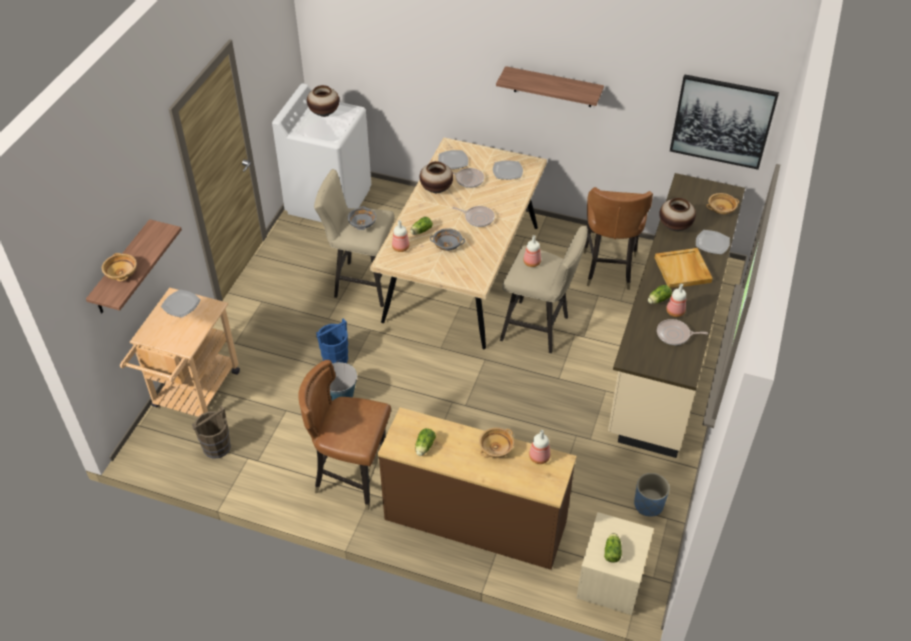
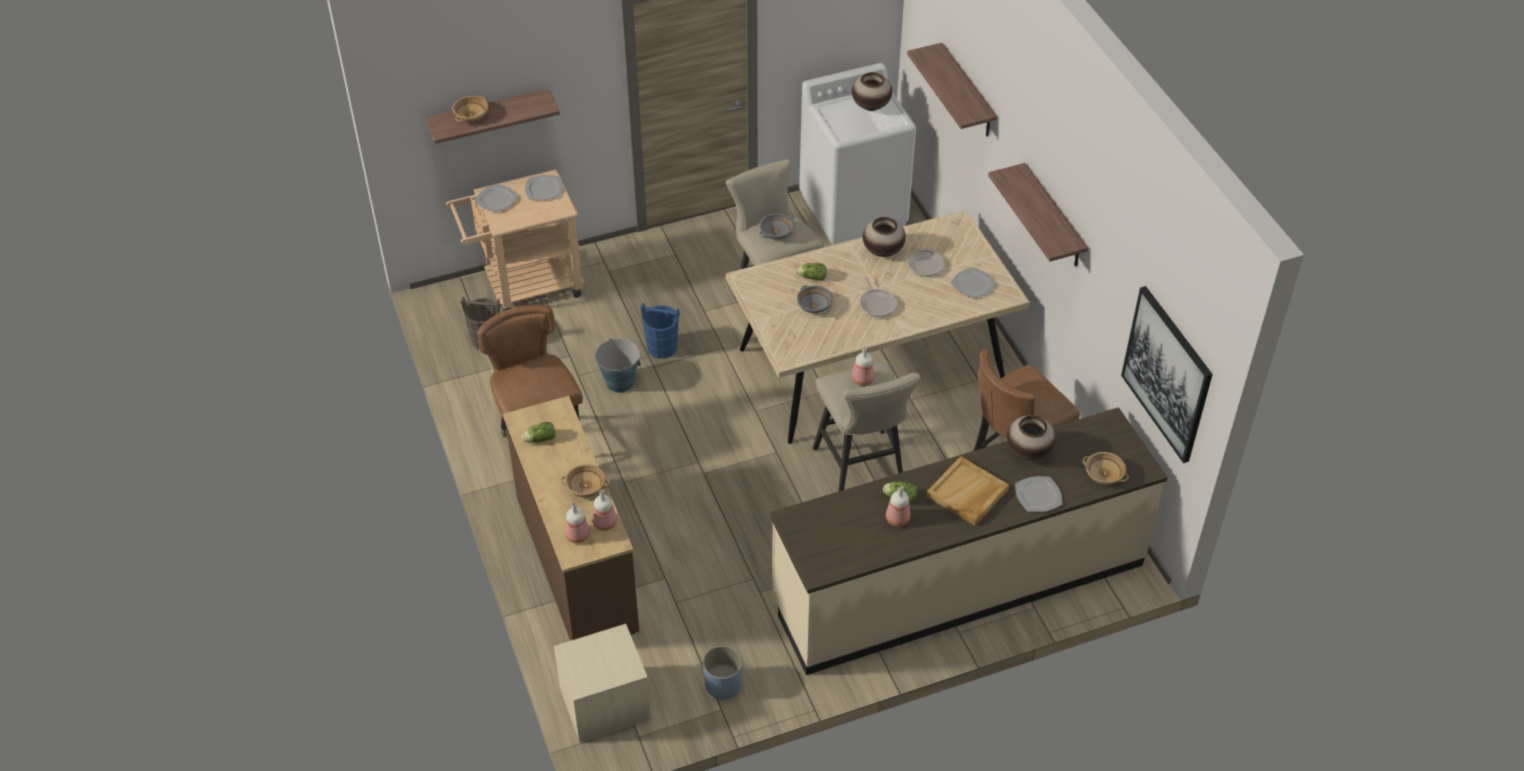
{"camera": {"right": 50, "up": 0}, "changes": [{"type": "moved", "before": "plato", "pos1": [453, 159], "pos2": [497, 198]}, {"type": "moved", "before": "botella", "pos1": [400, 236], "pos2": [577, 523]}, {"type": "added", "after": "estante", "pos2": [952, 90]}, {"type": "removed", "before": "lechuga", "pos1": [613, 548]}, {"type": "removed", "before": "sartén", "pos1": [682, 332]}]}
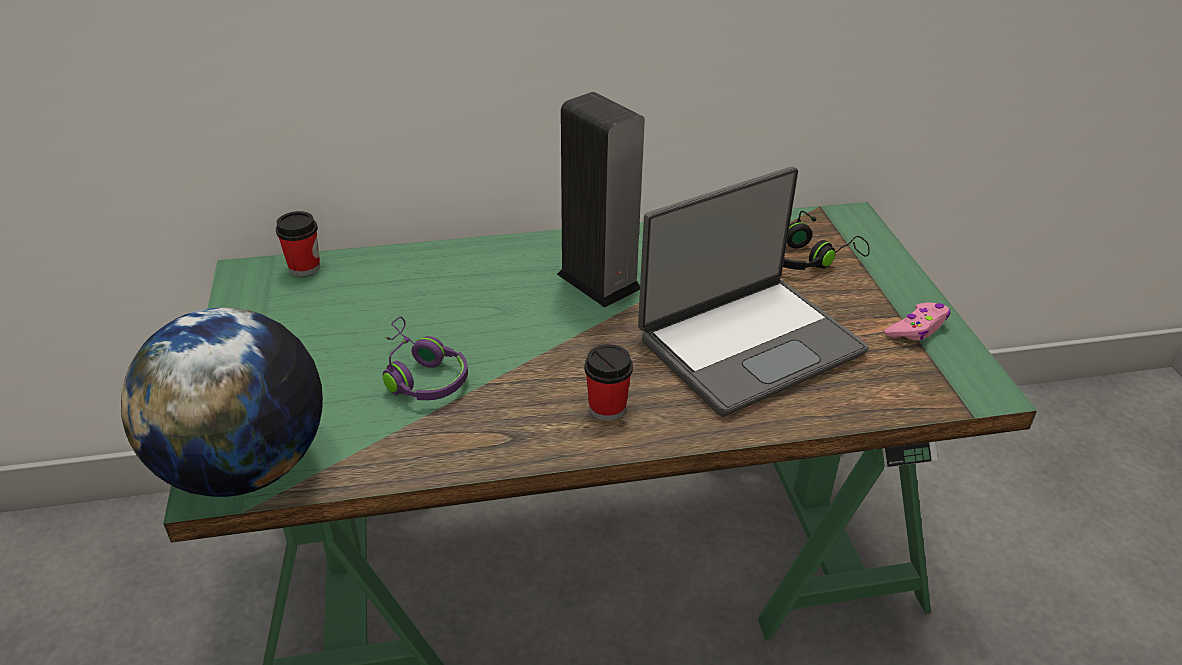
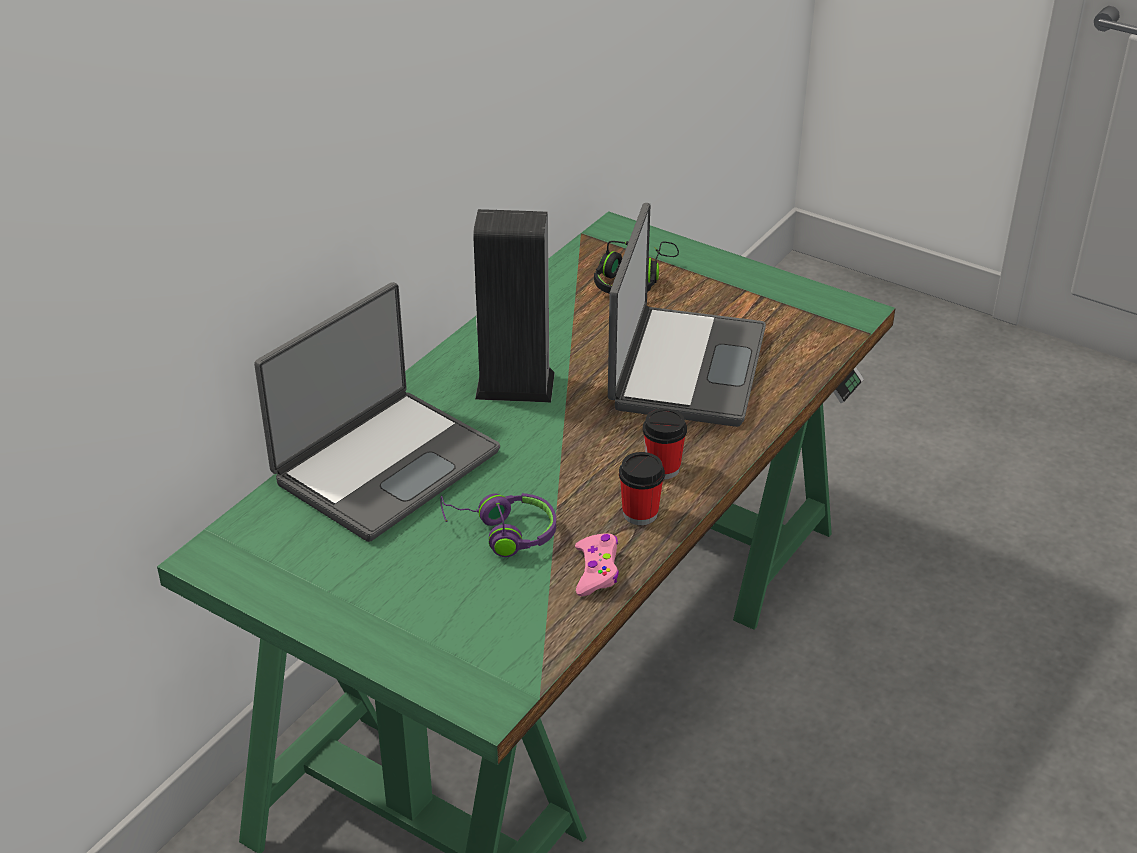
{"camera": {"right": -45, "up": 0}, "changes": [{"type": "added", "after": "portátil", "pos2": [377, 412]}, {"type": "moved", "before": "mando de consola (rosa)", "pos1": [917, 321], "pos2": [597, 564]}, {"type": "moved", "before": "taza", "pos1": [298, 243], "pos2": [642, 488]}, {"type": "removed", "before": "globo terráqueo", "pos1": [222, 402]}]}
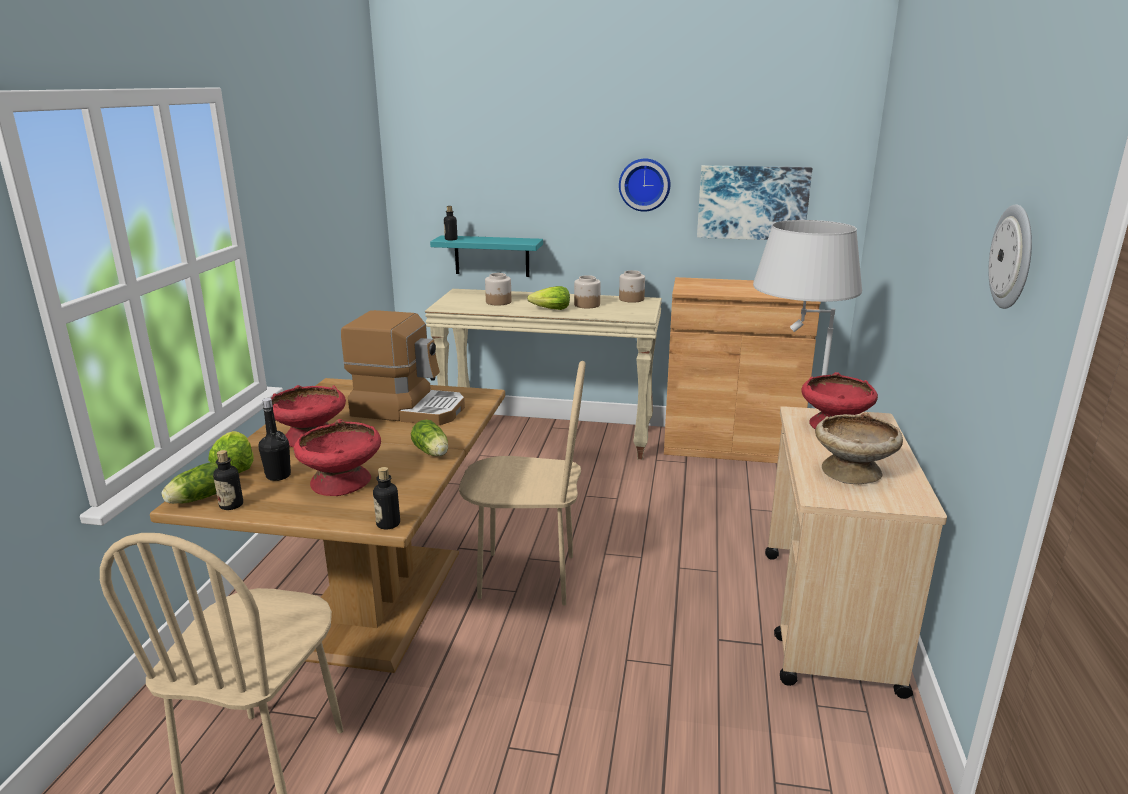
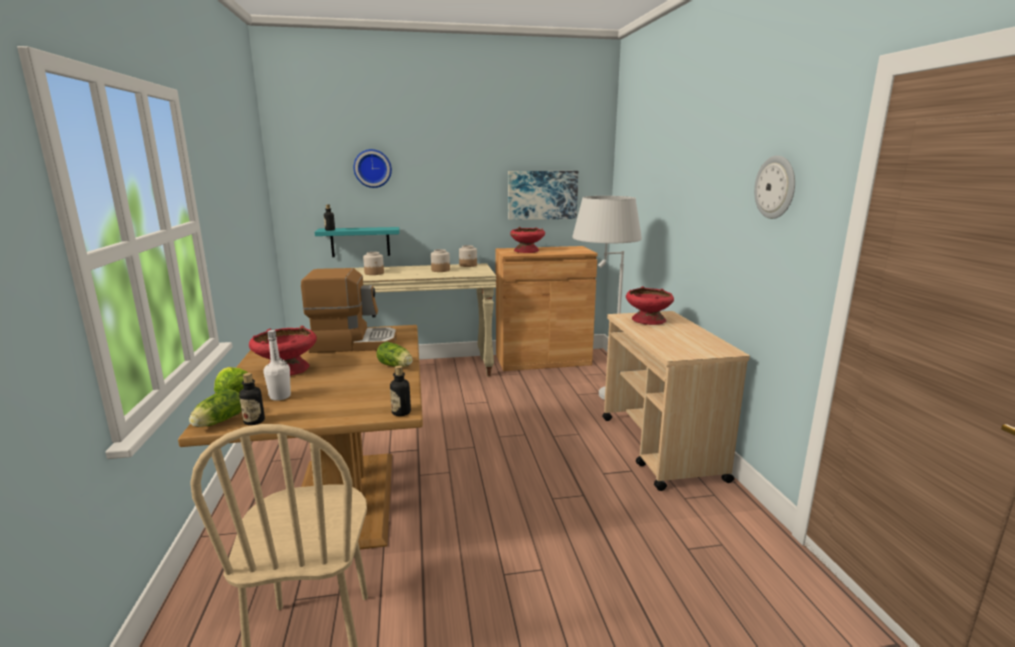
{"camera": {"right": -20, "up": -5}, "changes": [{"type": "recoloured", "before": "botella (negro)", "after": "botella (blanco)", "pos1": [275, 439], "pos2": [277, 365]}, {"type": "moved", "before": "reloj de pared", "pos1": [644, 185], "pos2": [372, 168]}, {"type": "moved", "before": "cuenco (rojo)", "pos1": [337, 457], "pos2": [527, 240]}, {"type": "removed", "before": "silla (beis)", "pos1": [522, 483]}, {"type": "removed", "before": "lechuga", "pos1": [548, 298]}, {"type": "removed", "before": "cuenco (beis)", "pos1": [859, 448]}]}
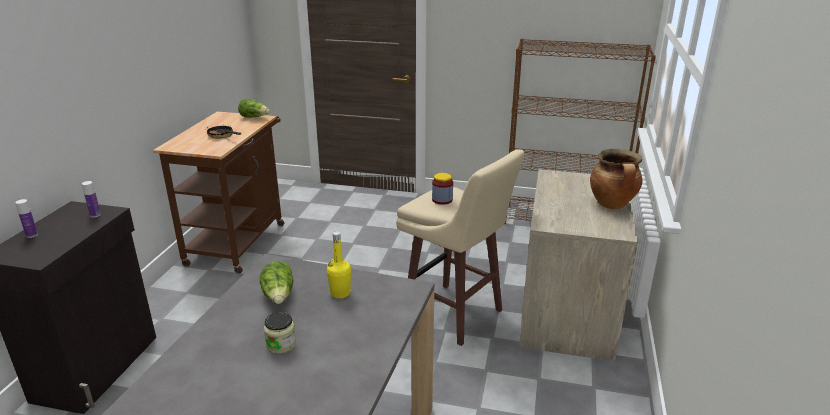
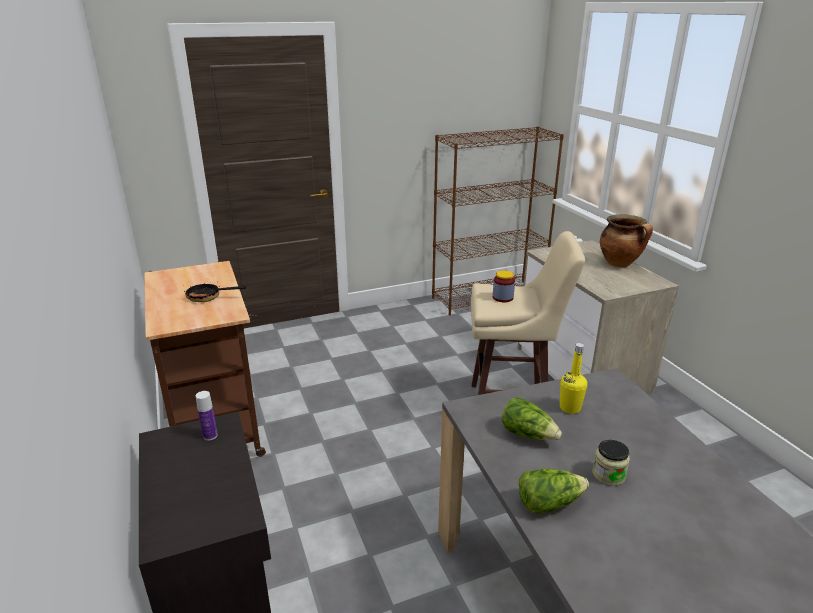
{"camera": {"right": -35, "up": 0}, "changes": [{"type": "moved", "before": "lechuga", "pos1": [254, 108], "pos2": [554, 490]}, {"type": "removed", "before": "botella", "pos1": [26, 218]}]}
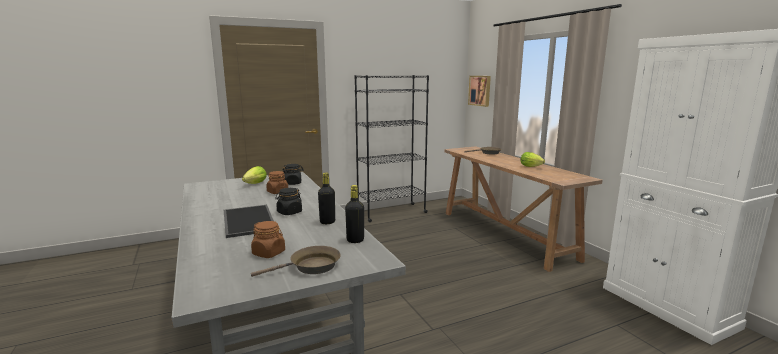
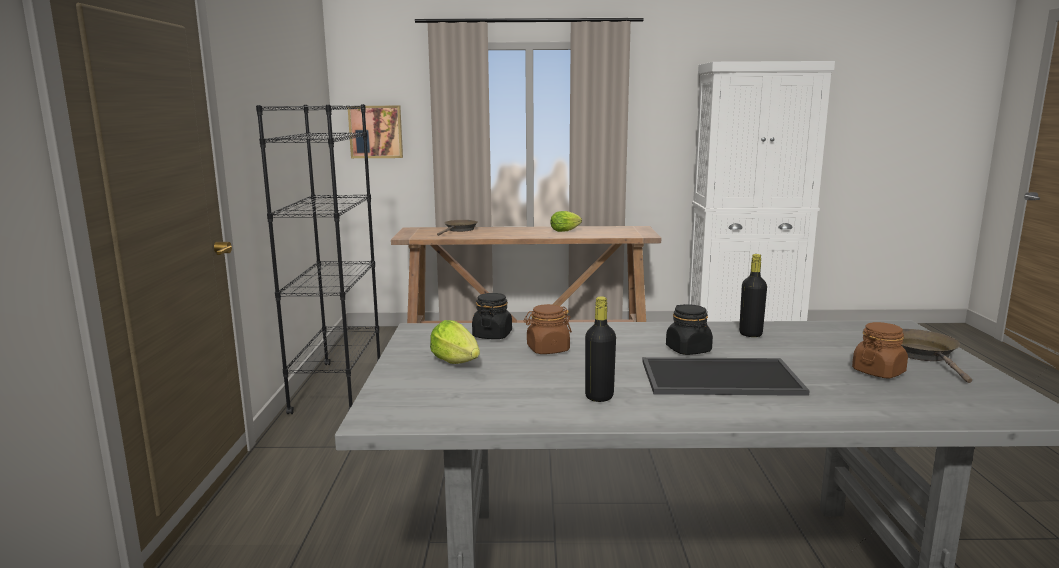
{"camera": {"right": -65, "up": 0}, "changes": [{"type": "moved", "before": "botella (negro)", "pos1": [354, 214], "pos2": [600, 349]}]}
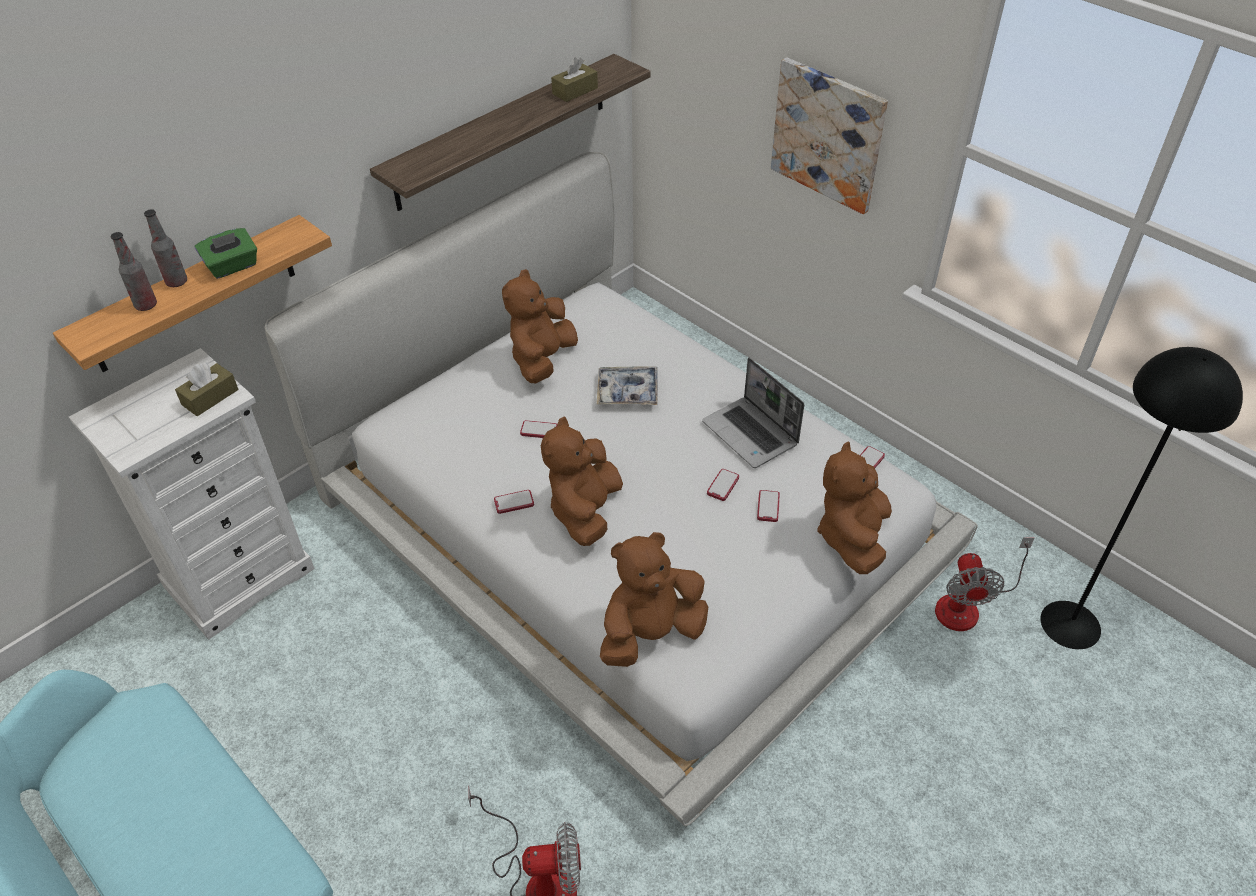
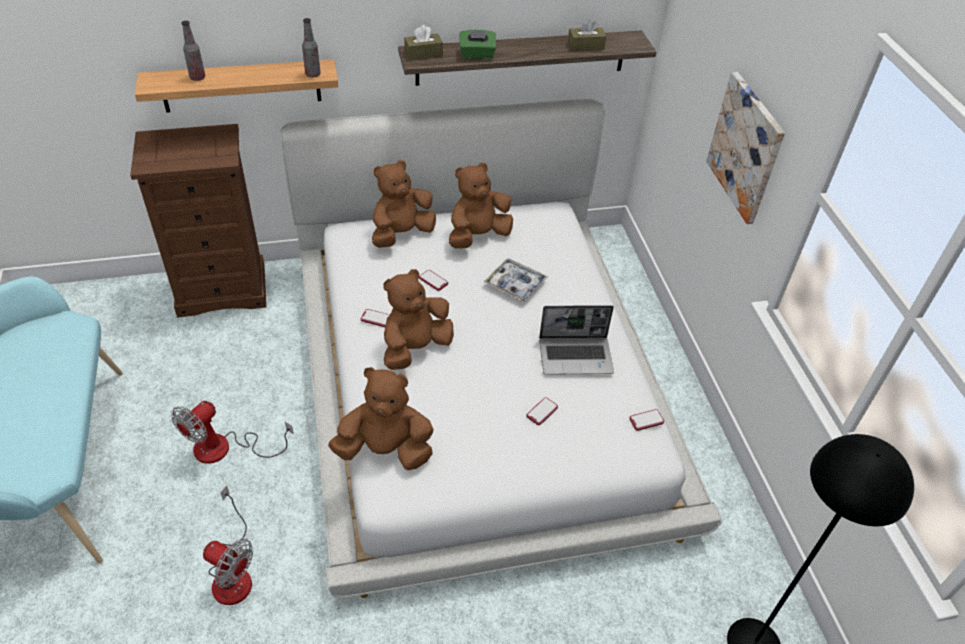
{"camera": {"right": 30, "up": 0}, "changes": [{"type": "recoloured", "before": "cómoda (blanco)", "after": "cómoda (marrón)", "pos1": [191, 494], "pos2": [198, 221]}, {"type": "moved", "before": "ventilador", "pos1": [984, 584], "pos2": [232, 432]}, {"type": "moved", "before": "botella", "pos1": [165, 248], "pos2": [311, 48]}, {"type": "moved", "before": "peluche (marrón)", "pos1": [854, 507], "pos2": [404, 204]}, {"type": "moved", "before": "caja de pañuelos (marrón)", "pos1": [206, 389], "pos2": [423, 42]}, {"type": "moved", "before": "caja de pañuelos (verde)", "pos1": [225, 253], "pos2": [477, 44]}, {"type": "turned", "before": "portátil", "pos1": [753, 413], "pos2": [576, 340], "turn": -90}, {"type": "removed", "before": "móvil", "pos1": [723, 485]}]}
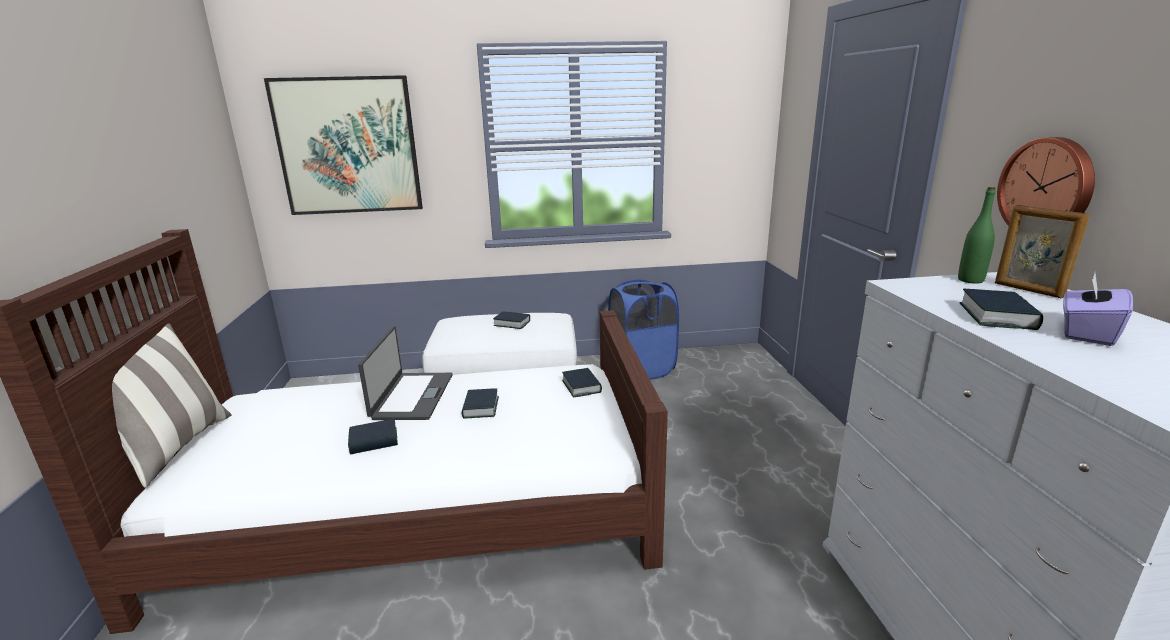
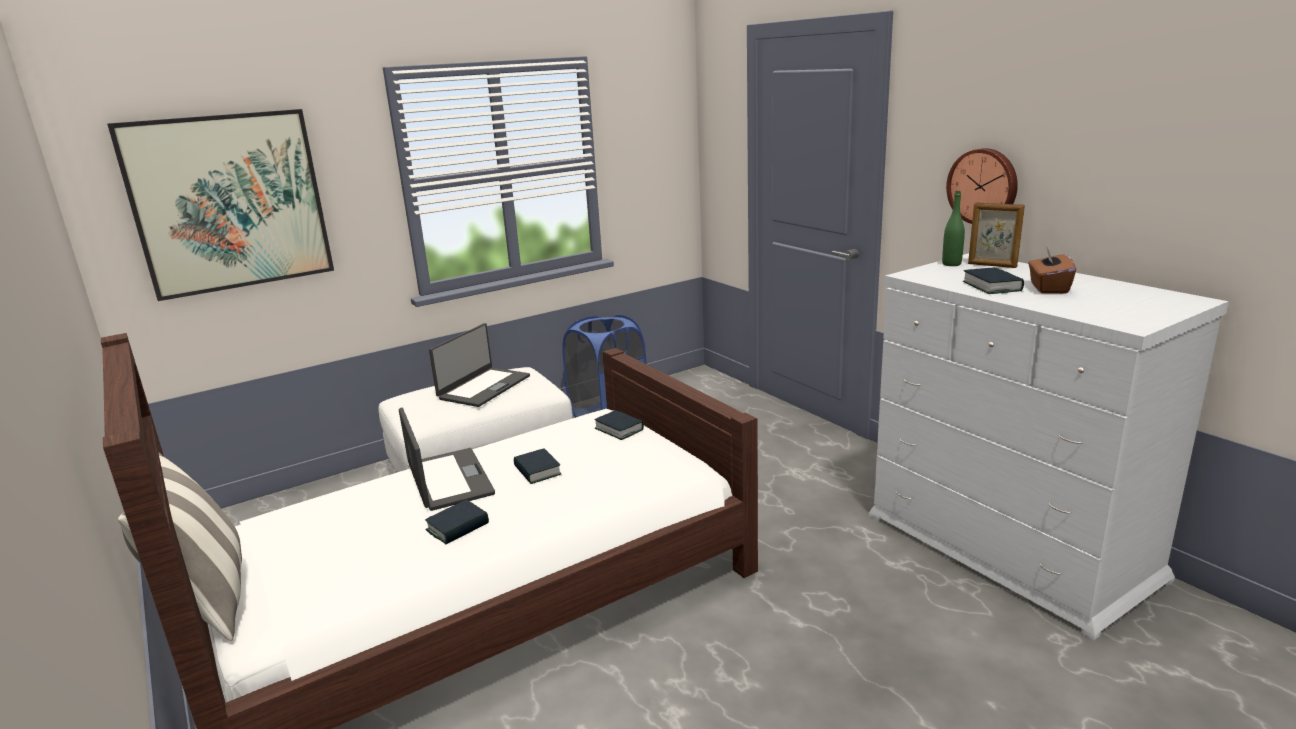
{"camera": {"right": -25, "up": 0}, "changes": [{"type": "replaced", "before": "libro", "after": "portátil", "pos1": [511, 320], "pos2": [479, 365]}, {"type": "recoloured", "before": "caja de pañuelos (morado)", "after": "caja de pañuelos (marrón)", "pos1": [1098, 309], "pos2": [1052, 270]}]}
